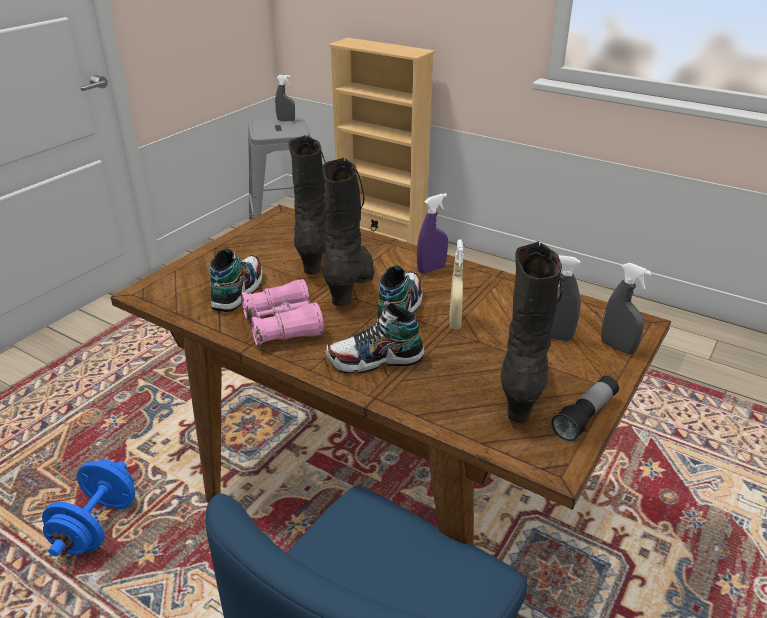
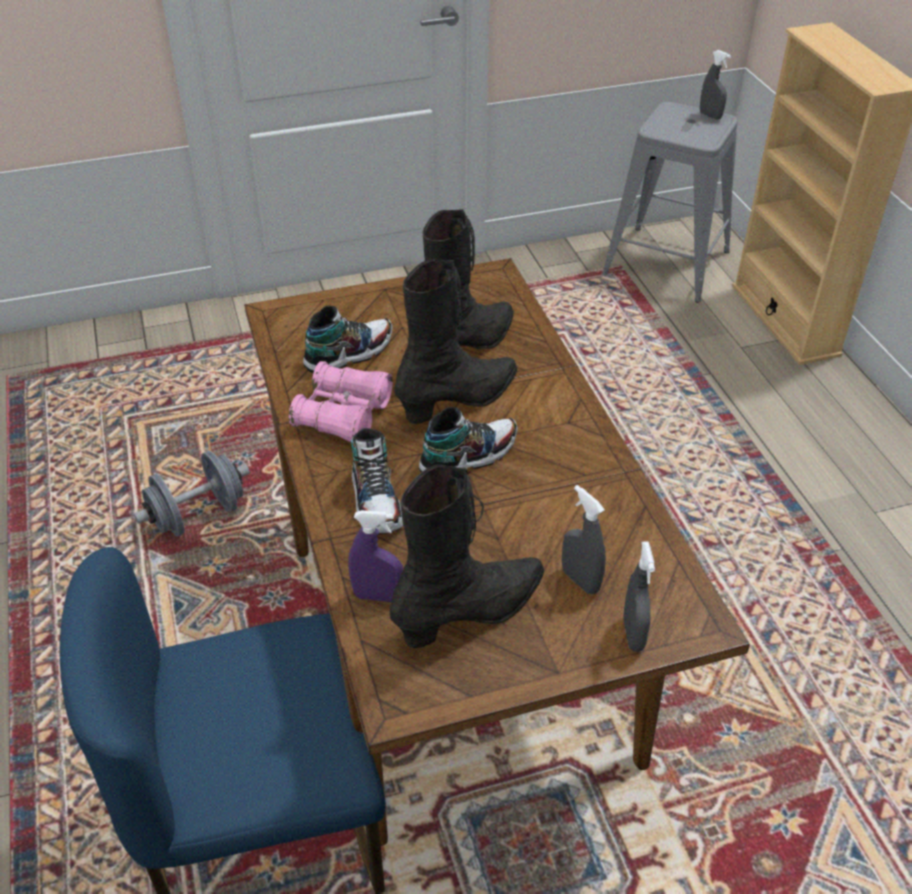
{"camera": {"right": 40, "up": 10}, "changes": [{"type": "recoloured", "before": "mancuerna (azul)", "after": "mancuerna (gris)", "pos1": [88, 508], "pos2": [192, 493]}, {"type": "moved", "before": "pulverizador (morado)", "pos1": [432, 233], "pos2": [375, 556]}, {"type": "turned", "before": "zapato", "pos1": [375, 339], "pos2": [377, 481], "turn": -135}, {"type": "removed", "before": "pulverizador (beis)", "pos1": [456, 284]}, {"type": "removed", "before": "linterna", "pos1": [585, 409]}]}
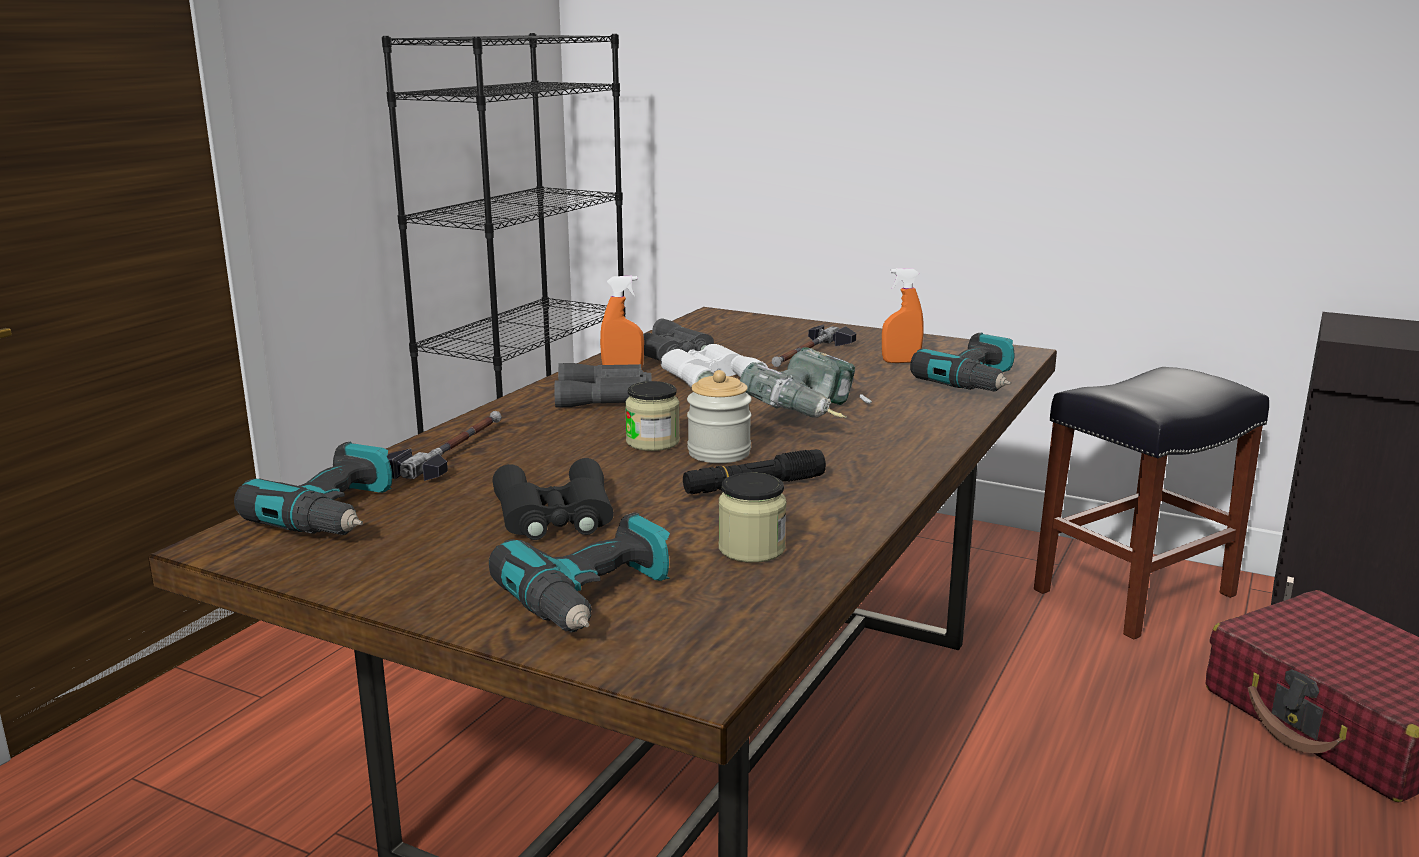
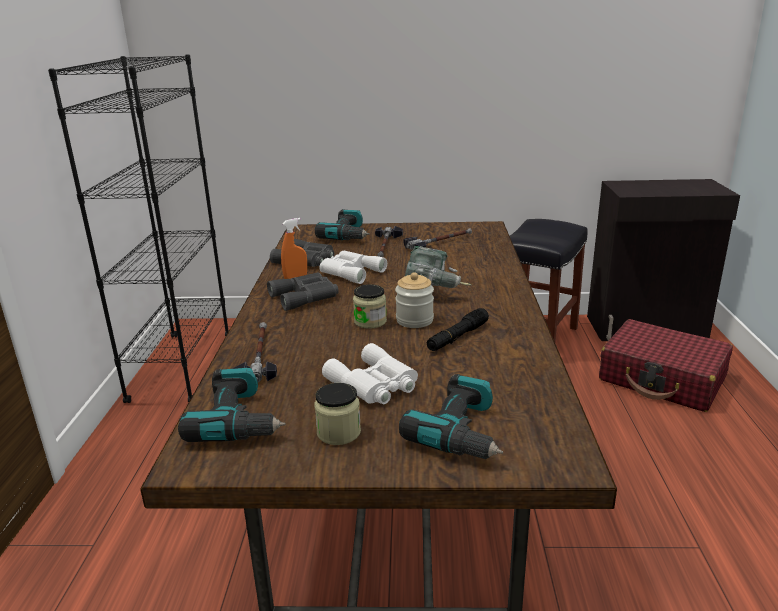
{"camera": {"right": -25, "up": 5}, "changes": [{"type": "moved", "before": "tarro", "pos1": [753, 518], "pos2": [337, 414]}, {"type": "moved", "before": "taladro", "pos1": [962, 362], "pos2": [342, 224]}, {"type": "recoloured", "before": "prismáticos (negro)", "after": "prismáticos (blanco)", "pos1": [553, 499], "pos2": [370, 373]}, {"type": "replaced", "before": "pulverizador (naranja)", "after": "martillo", "pos1": [903, 315], "pos2": [437, 239]}]}
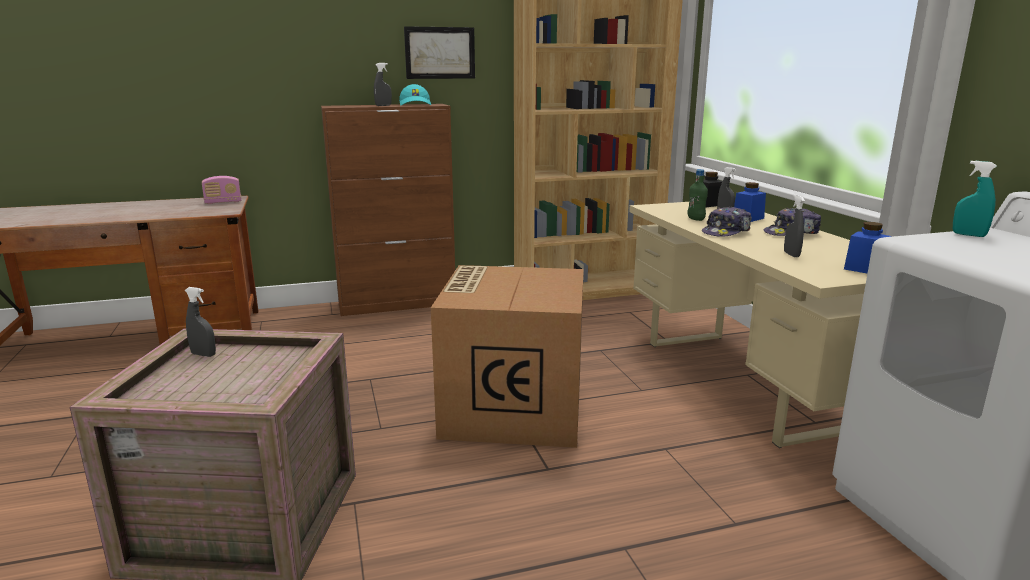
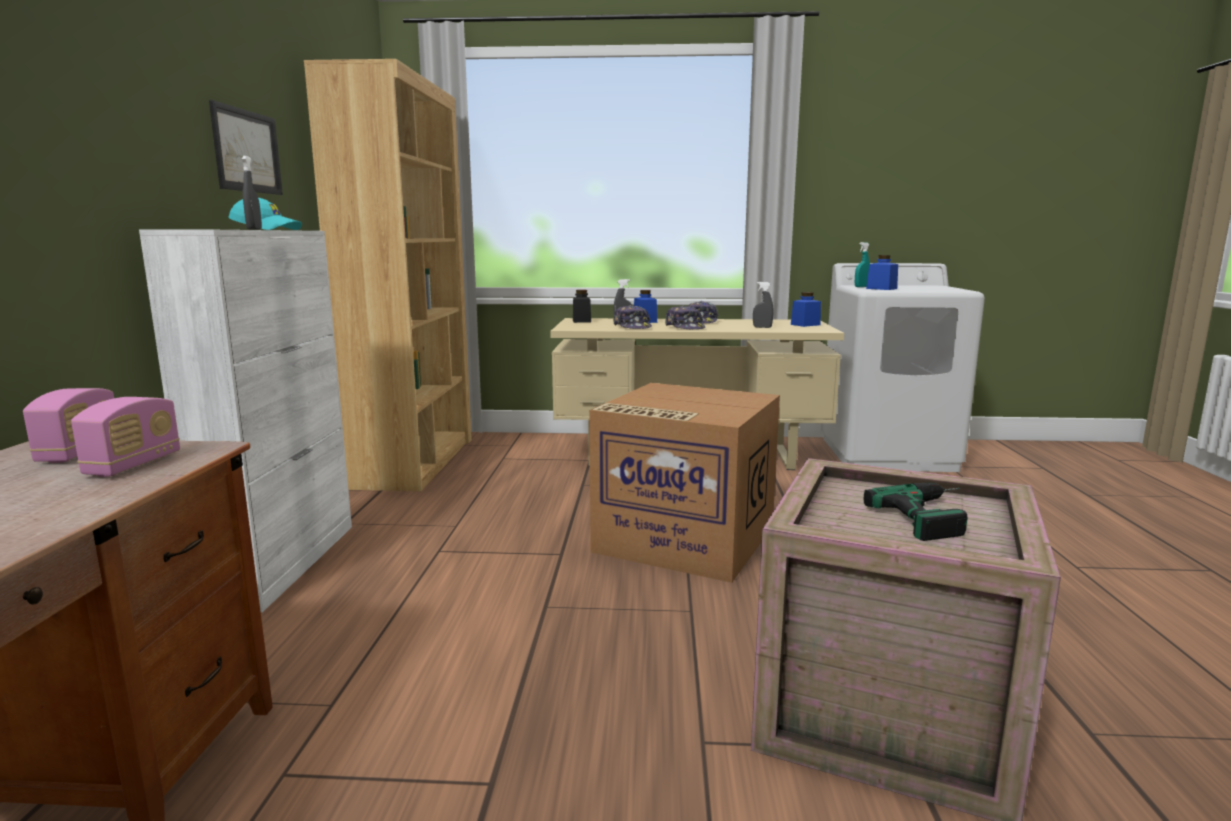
{"camera": {"right": -70, "up": -5}, "changes": [{"type": "added", "after": "radio", "pos2": [125, 437]}, {"type": "recoloured", "before": "armario (marrón)", "after": "armario (blanco)", "pos1": [388, 210], "pos2": [245, 421]}, {"type": "replaced", "before": "botella (verde)", "after": "gorra", "pos1": [698, 195], "pos2": [632, 317]}, {"type": "added", "after": "taladro", "pos2": [916, 512]}, {"type": "added", "after": "tarro (azul)", "pos2": [882, 272]}, {"type": "removed", "before": "pulverizador (gris)", "pos1": [200, 322]}]}
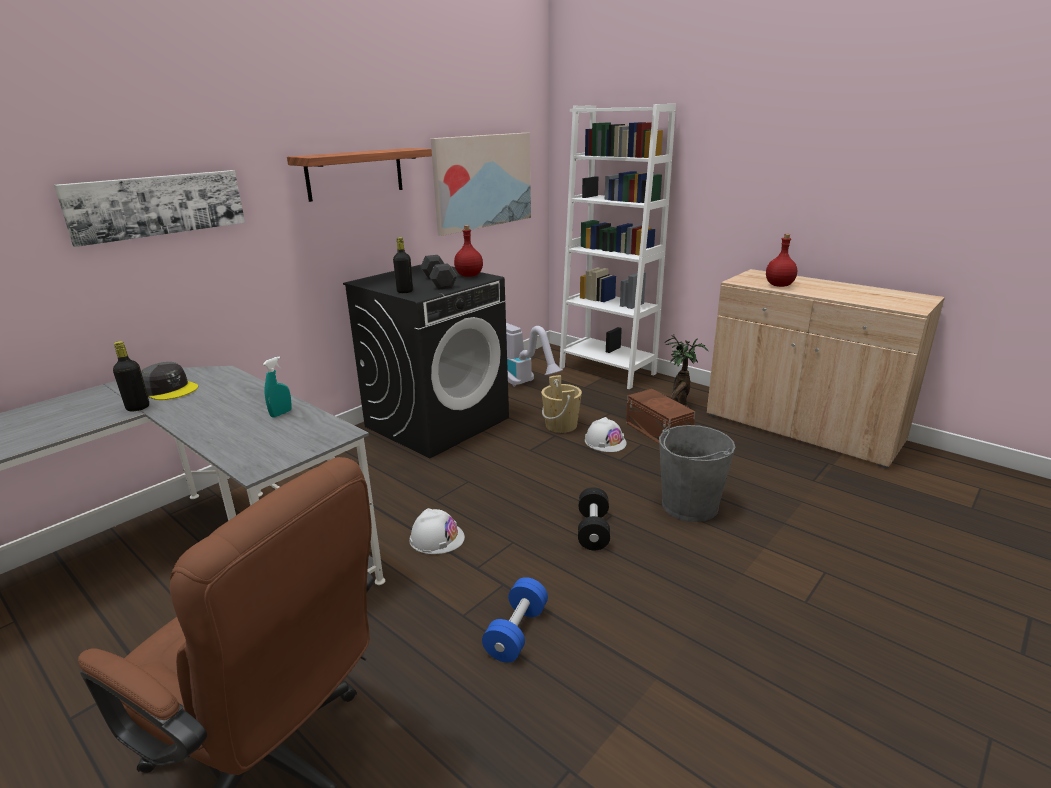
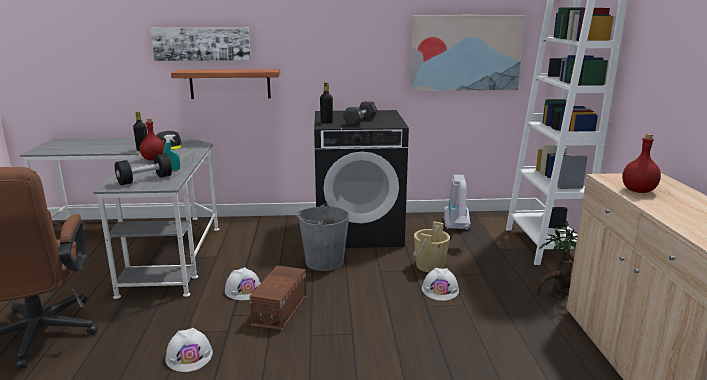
{"camera": {"right": 45, "up": -5}, "changes": [{"type": "moved", "before": "mancuerna (negro)", "pos1": [594, 518], "pos2": [143, 169]}, {"type": "moved", "before": "botella (rojo)", "pos1": [468, 251], "pos2": [152, 139]}, {"type": "replaced", "before": "mancuerna (azul)", "after": "casco (blanco)", "pos1": [515, 619], "pos2": [189, 350]}, {"type": "moved", "before": "estante", "pos1": [359, 175], "pos2": [225, 84]}, {"type": "moved", "before": "caja de almacenaje (marrón)", "pos1": [660, 416], "pos2": [278, 298]}, {"type": "moved", "before": "cubo (gris)", "pos1": [697, 473], "pos2": [322, 237]}]}
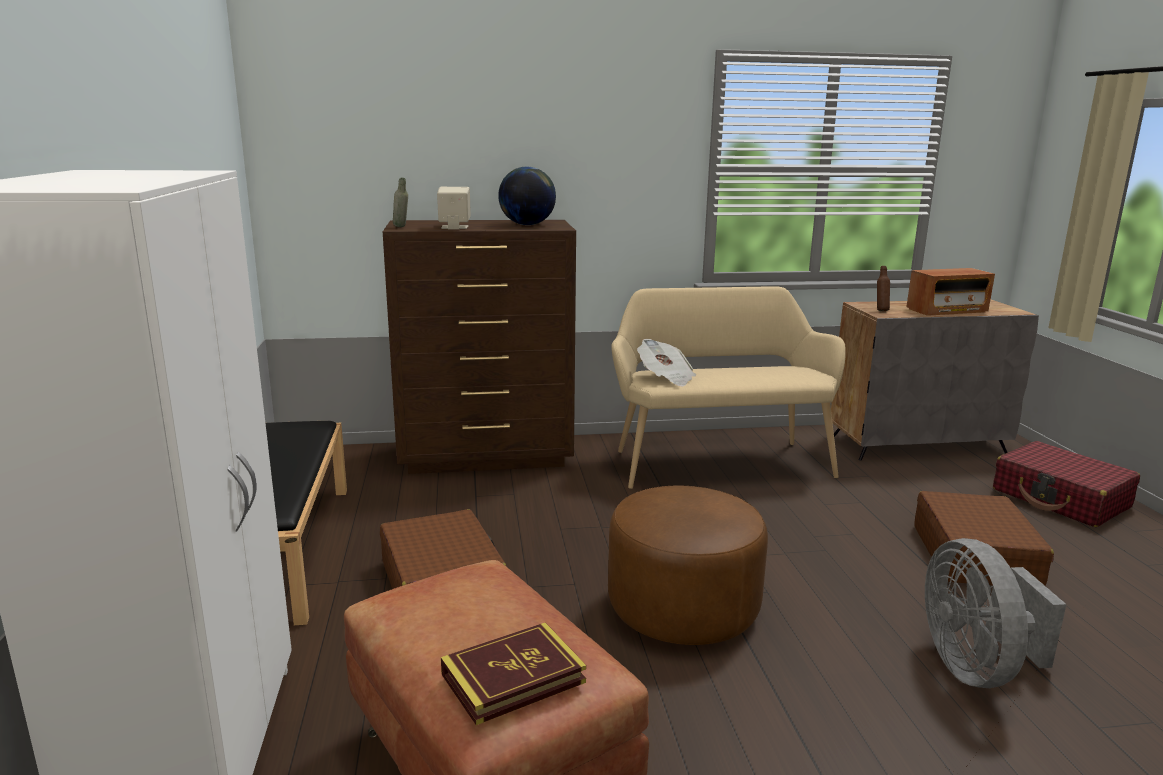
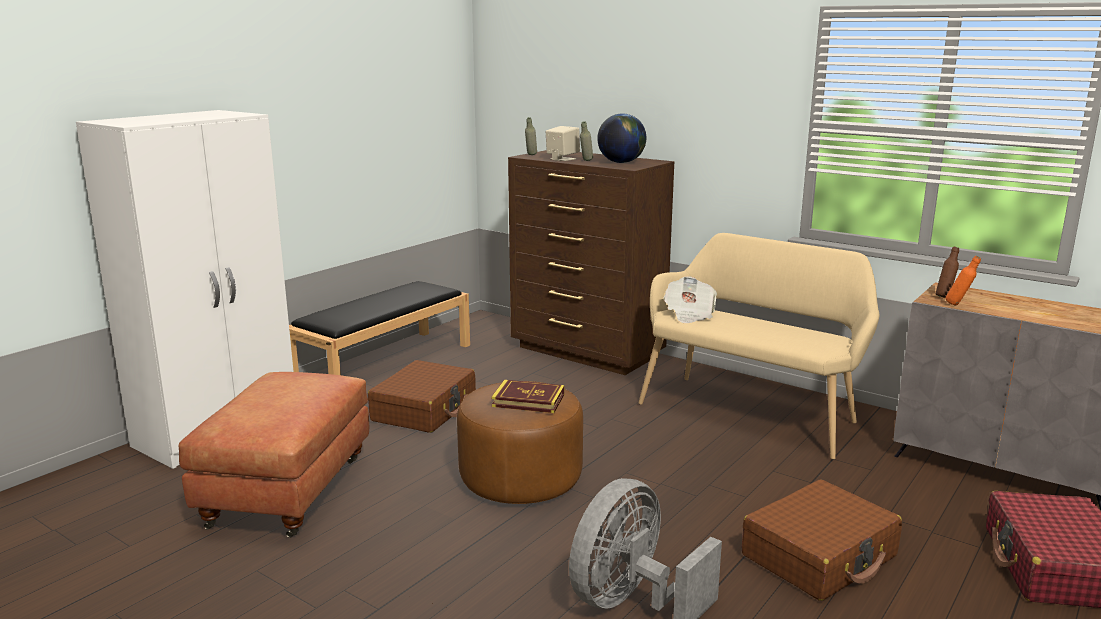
{"camera": {"right": 45, "up": 0}, "changes": [{"type": "moved", "before": "libro", "pos1": [513, 673], "pos2": [527, 396]}, {"type": "added", "after": "botella (gris)", "pos2": [586, 141]}, {"type": "added", "after": "botella (naranja)", "pos2": [963, 280]}, {"type": "removed", "before": "radio", "pos1": [951, 292]}]}
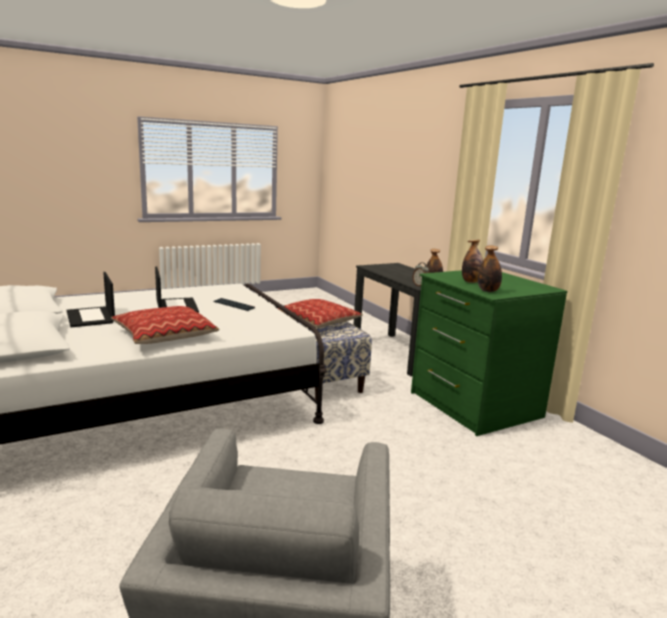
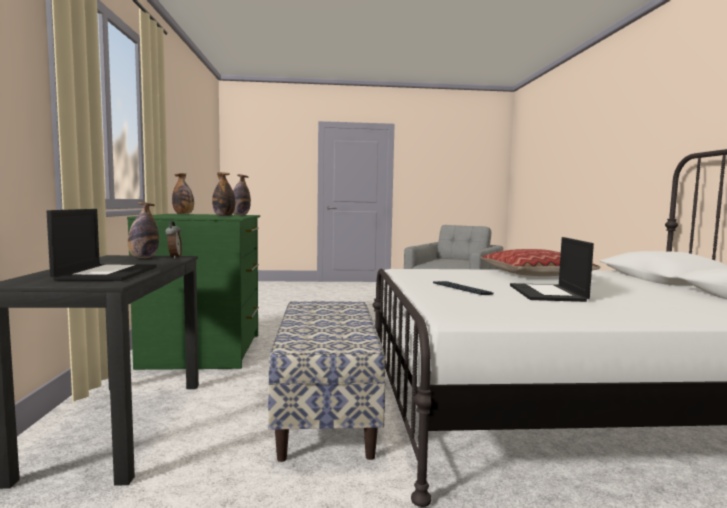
{"camera": {"right": -155, "up": -10}, "changes": [{"type": "moved", "before": "portátil", "pos1": [91, 299], "pos2": [102, 245]}, {"type": "added", "after": "botella", "pos2": [183, 193]}, {"type": "removed", "before": "cojín", "pos1": [320, 313]}]}
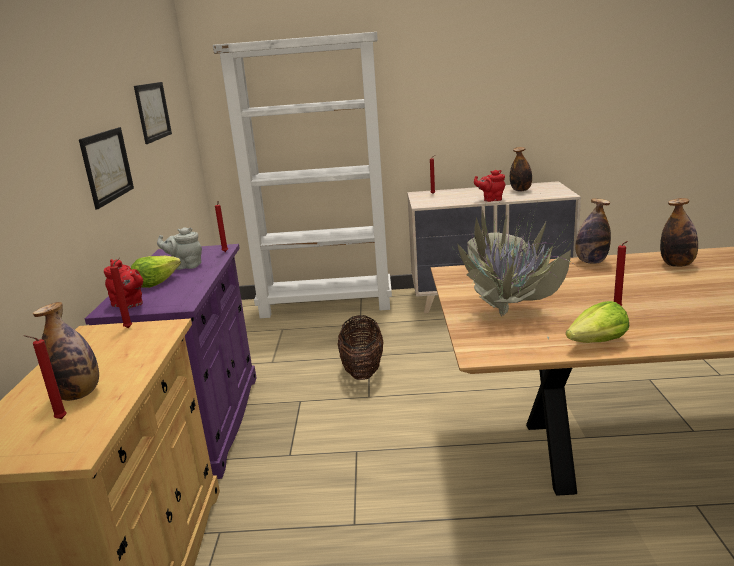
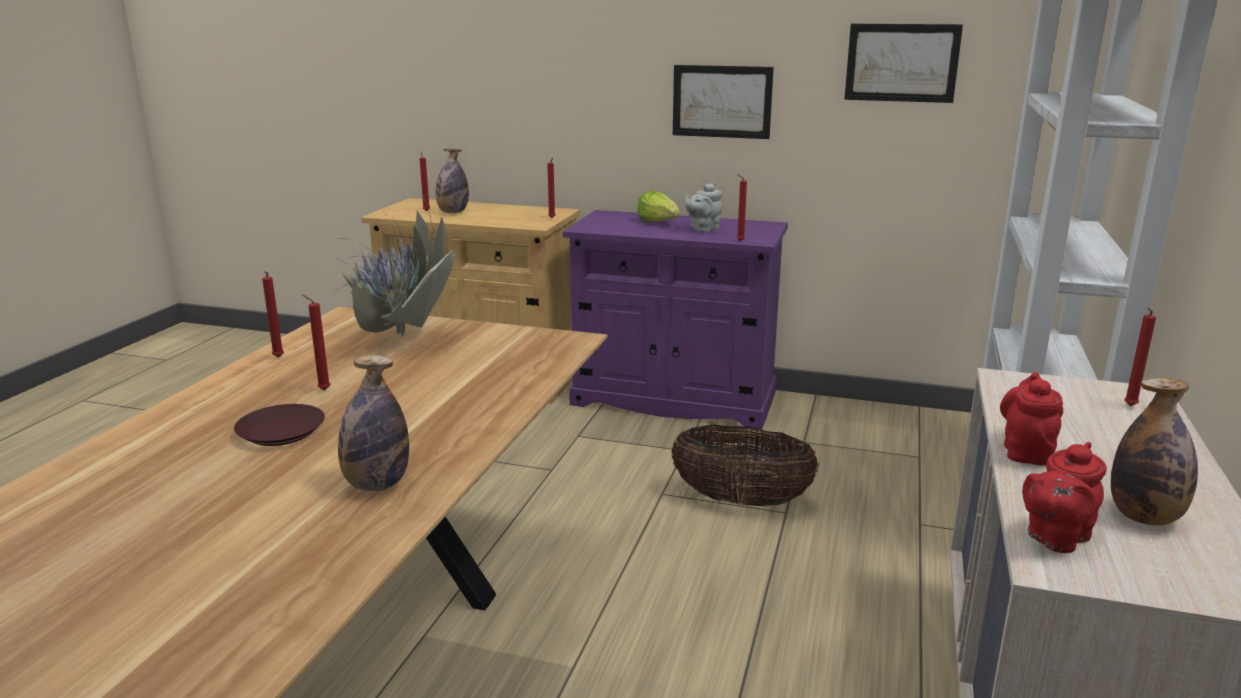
{"camera": {"right": 105, "up": 0}, "changes": [{"type": "added", "after": "plato (marrón)", "pos2": [279, 425]}, {"type": "replaced", "before": "lechuga", "after": "vela (rojo)", "pos1": [597, 322], "pos2": [273, 314]}, {"type": "turned", "before": "tetera (gris)", "pos1": [179, 248], "pos2": [703, 207], "turn": -150}, {"type": "moved", "before": "tetera (rojo)", "pos1": [123, 284], "pos2": [1064, 497]}, {"type": "removed", "before": "botella", "pos1": [593, 231]}]}
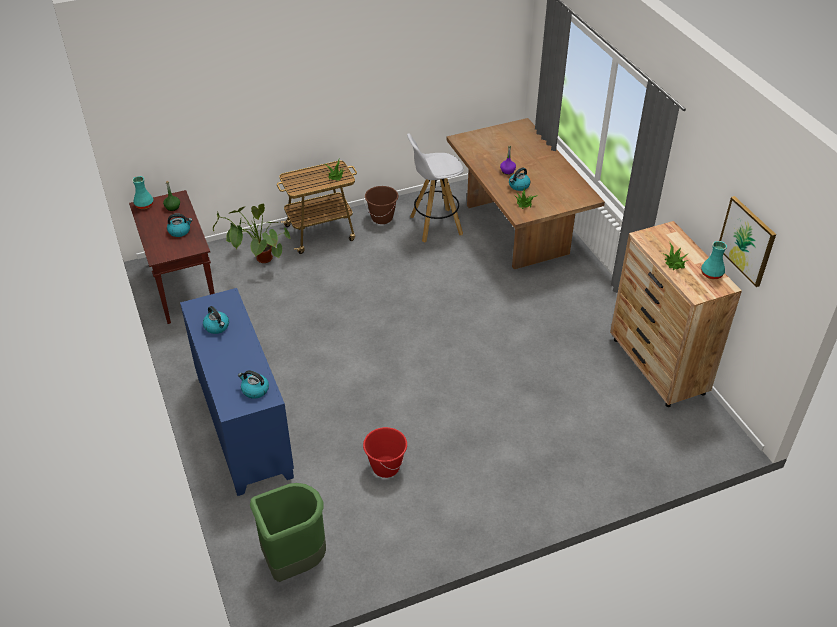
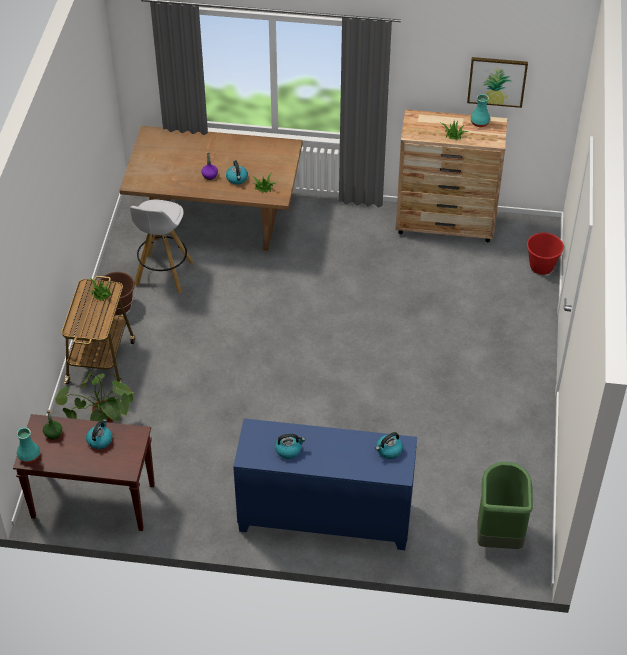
{"camera": {"right": -60, "up": 5}, "changes": [{"type": "moved", "before": "cubo (rojo)", "pos1": [385, 452], "pos2": [545, 254]}]}
